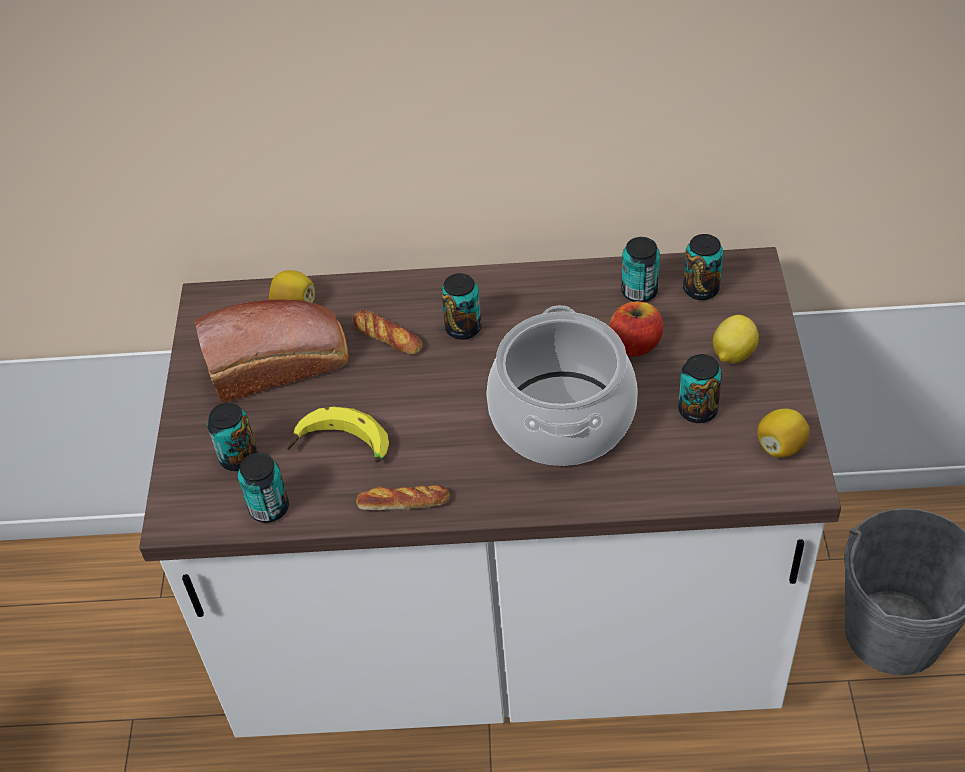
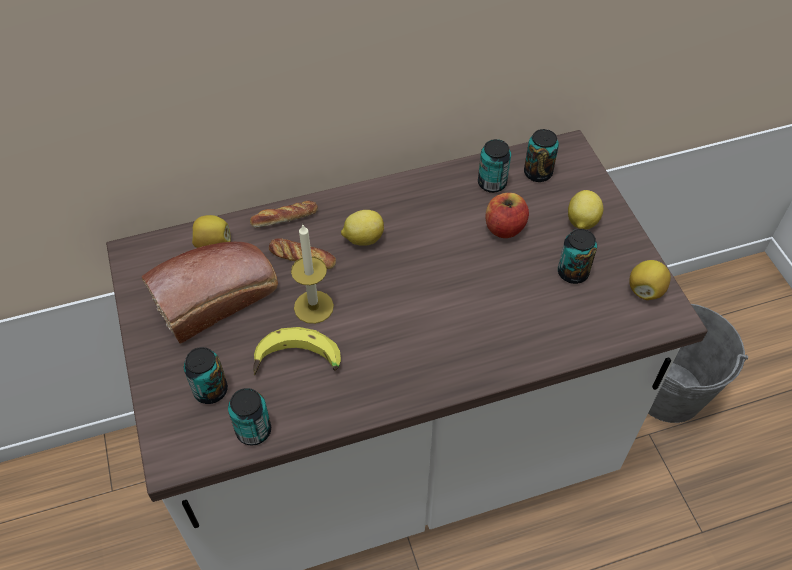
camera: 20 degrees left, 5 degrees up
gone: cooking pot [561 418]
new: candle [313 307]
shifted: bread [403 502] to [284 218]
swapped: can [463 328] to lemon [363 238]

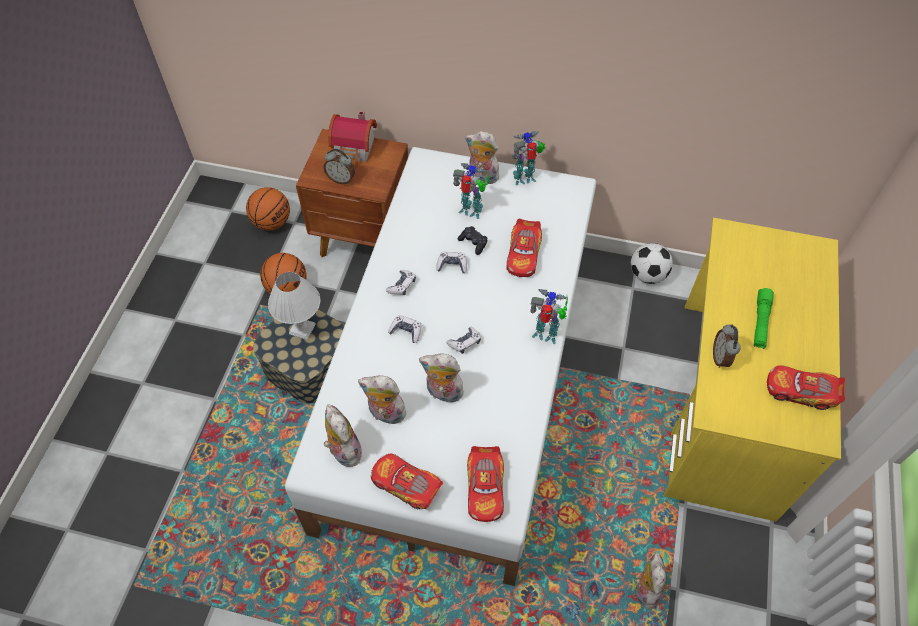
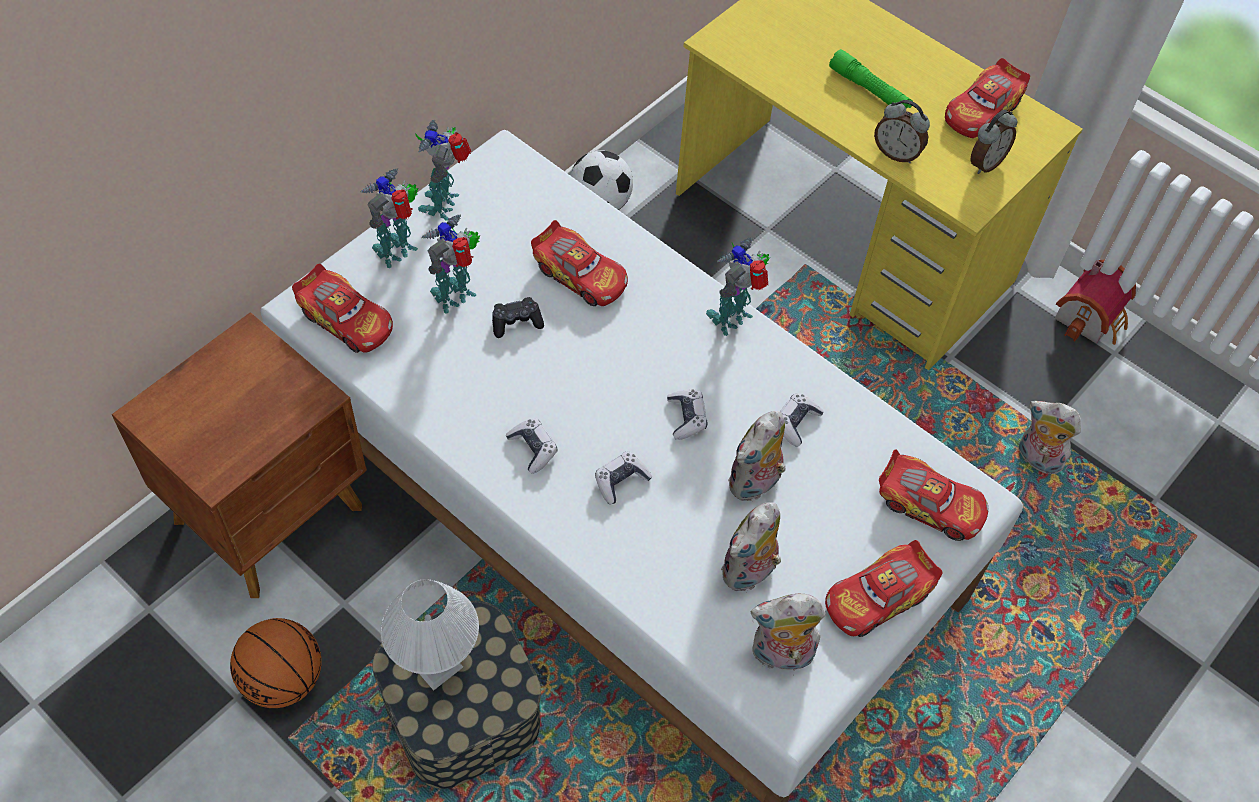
camera: 65 degrees left, 0 degrees up
gone: basketball [272 222]
new: toy car [346 319]
shifted: alarm clock [341 179] to [985 163]; toy house [355 150] to [1091 317]; game controller [452 265] to [796 423]
swapped: plush toy [482 176] to toy robot [398 251]

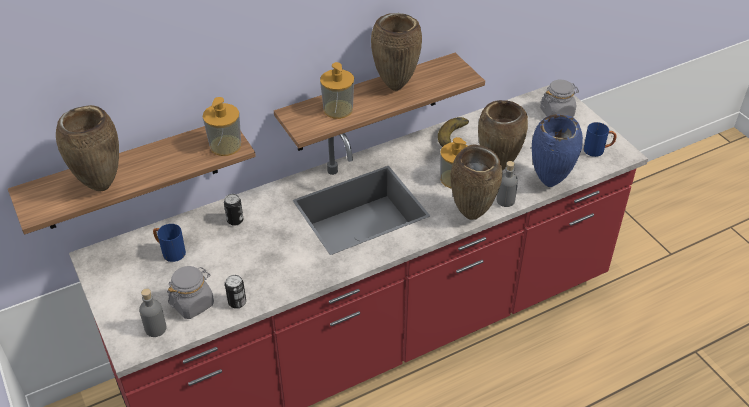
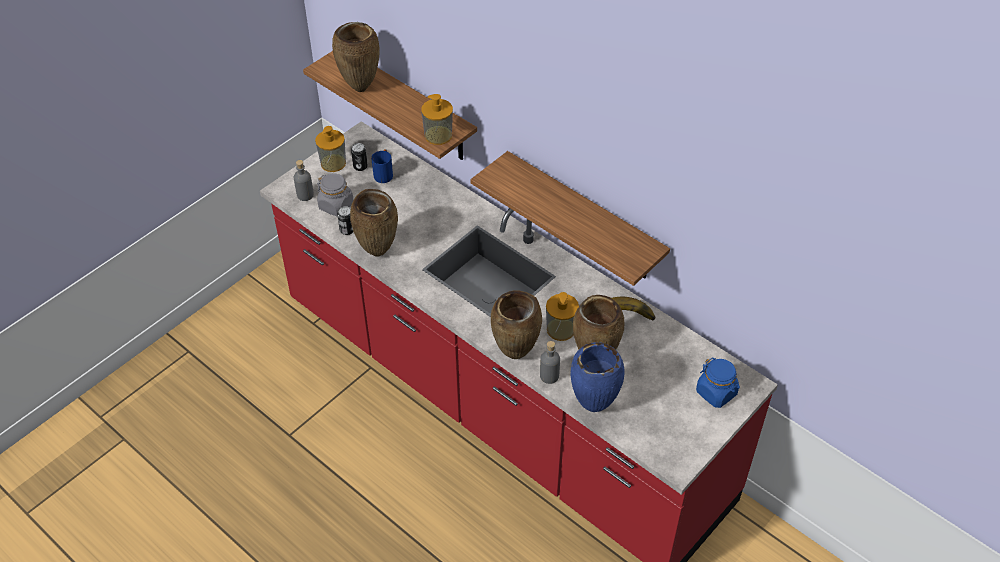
camera: 70 degrees right, 5 degrees up
gone: mug/blue [597 150]
shifted: can [235 220] to [360 167]; soap dispenser [338 109] to [333 163]; vase/brown [395 86] to [379 252]
repainted: jar/grey [557 113] to jar/blue [716 393]

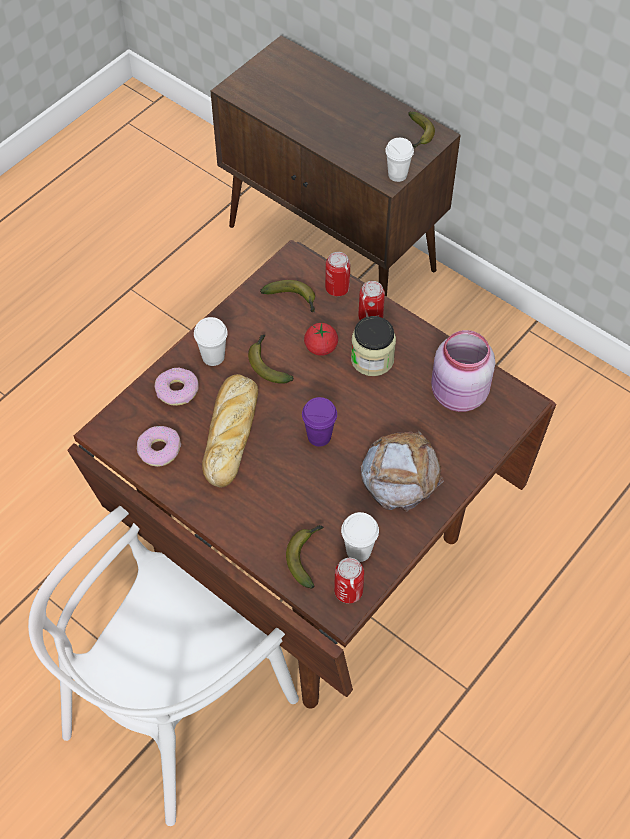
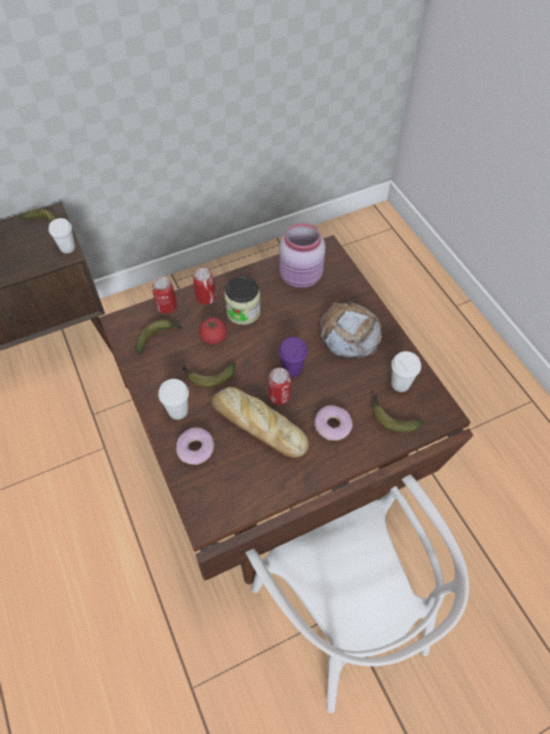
camera: 65 degrees left, 0 degrees up
shifted: donut [159 450] to [332 426]; can [348 591] to [279 397]

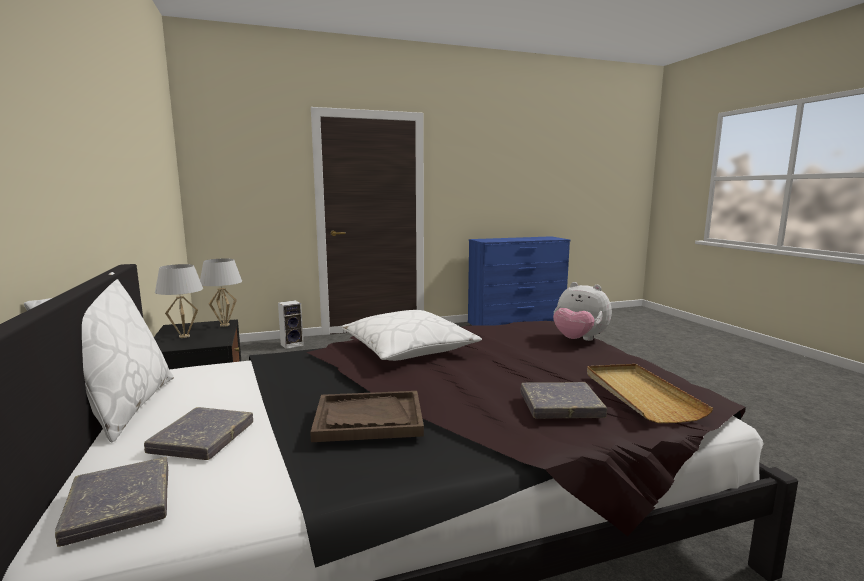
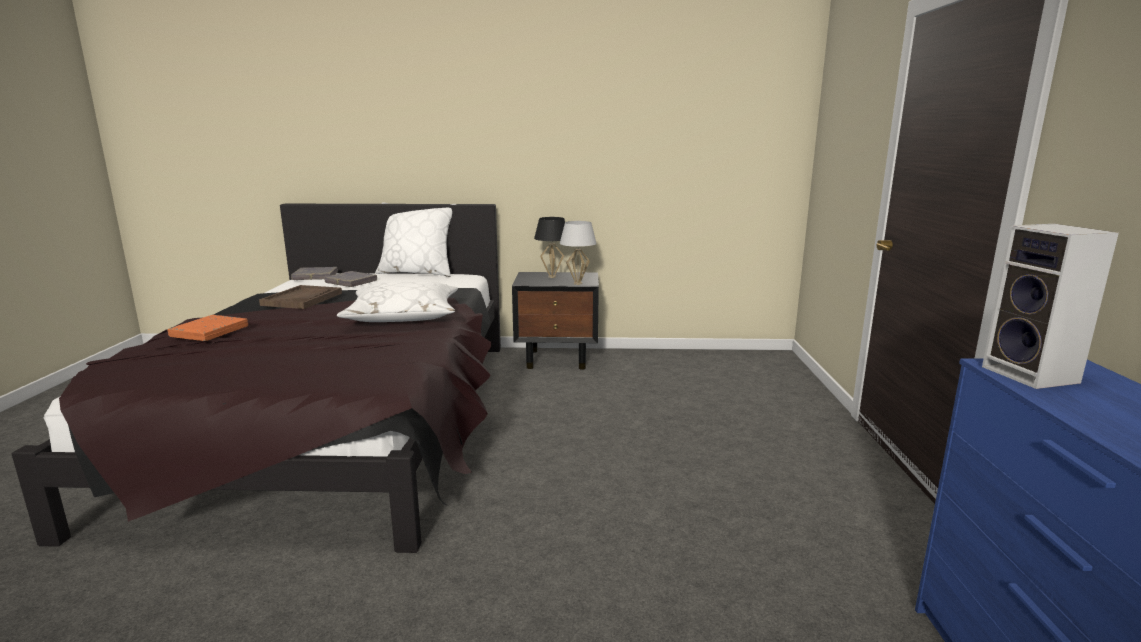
camera: 110 degrees right, 5 degrees up
gone: plush toy [579 340]; tray/beige [640 395]
shifted: speaker [292 344] to [1033 375]
repainted: table lamp/white [184 336] to table lamp/black [552 276]; book/grey [560 405] to book/orange [210 332]

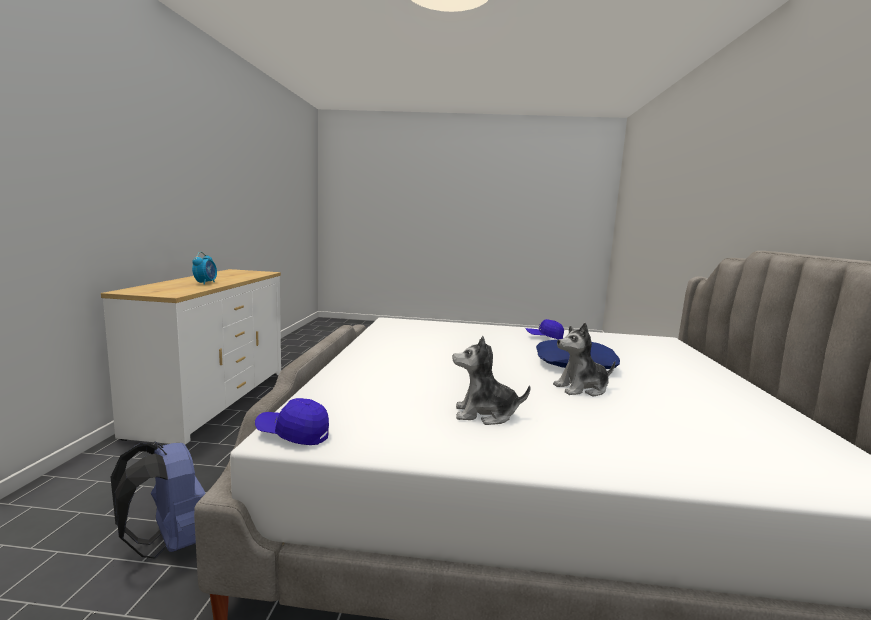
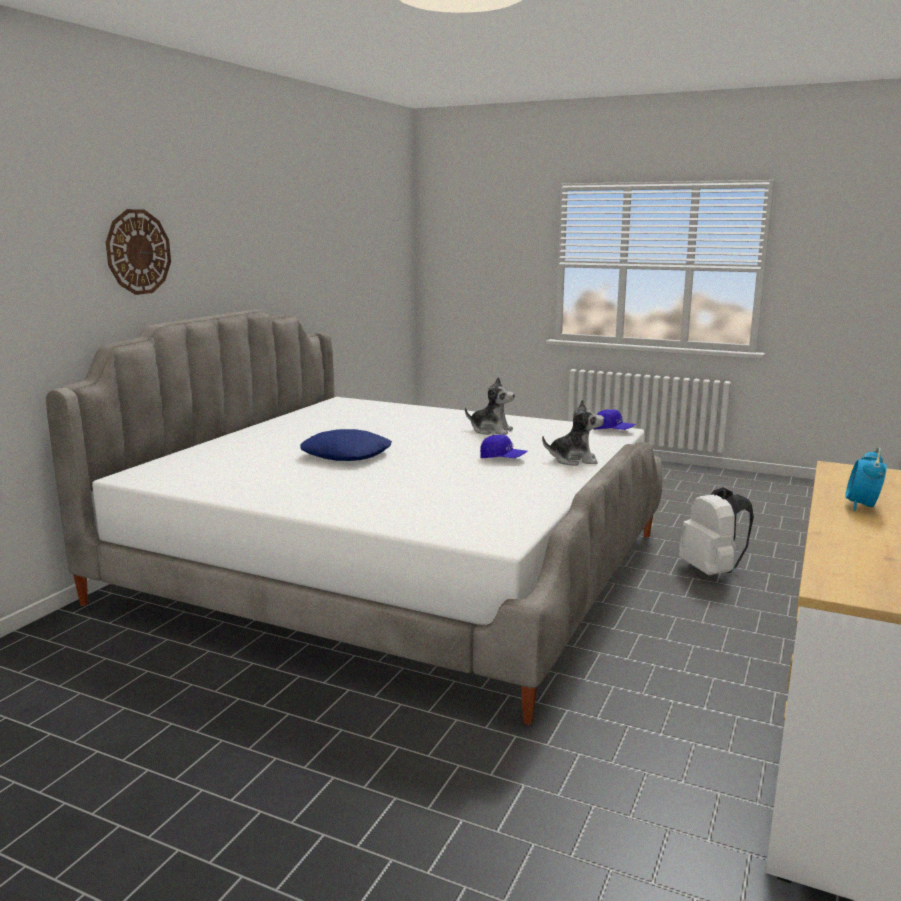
camera: 160 degrees left, 5 degrees up
new: wall clock [138 252]
shifted: cap/blue [544 338] to [503 459]; plush toy [582 389] to [573 460]
repainted: backpack/blue [170 544] to backpack/white [711 571]

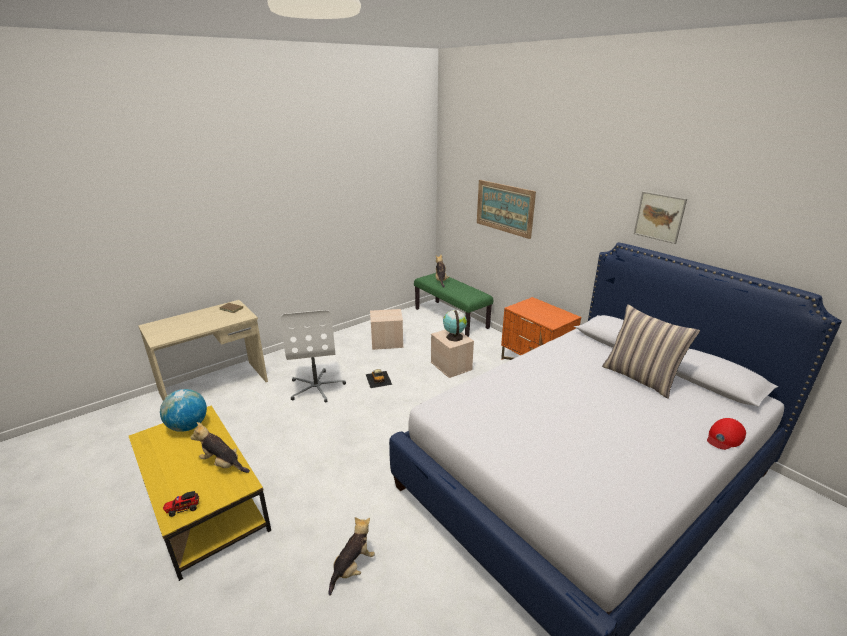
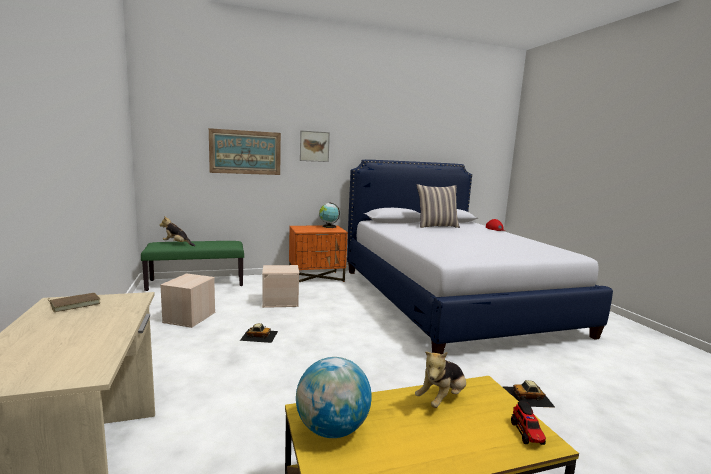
camera: 70 degrees left, 15 degrees down
gone: office chair/white [317 387]
shifted: globe [454 336] to [328 226]; picture [659 217] to [314 146]
swapped: plush toy [353 567] to toy car [528 396]

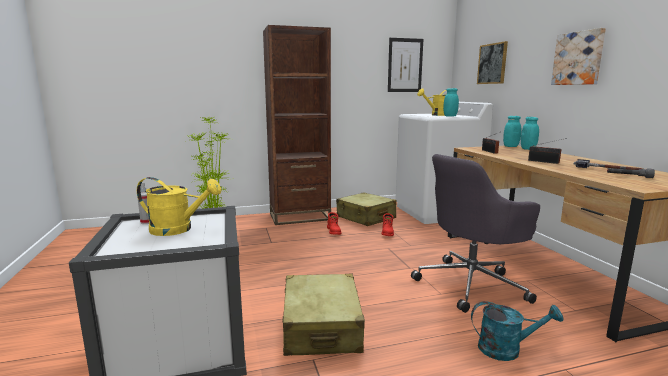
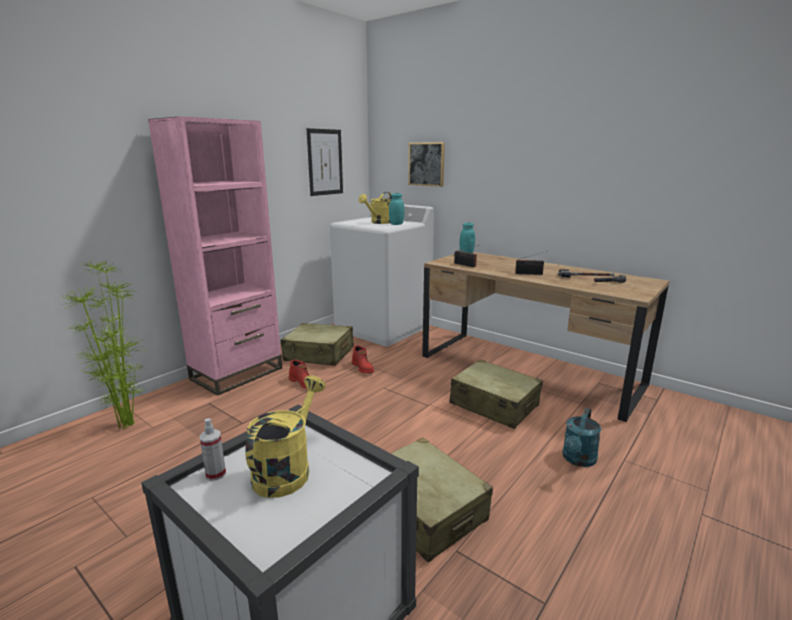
camera: 35 degrees left, 5 degrees up
gone: jar/turquoise [528 149]; picture [578 58]
swapped: office chair/grey [472 284] to suitcase/beige [494 405]
repainted: bookcase/brown [299 216] to bookcase/pink [237 373]
rotated: watering can/yellow [178 229] = [287 469] 45 degrees counterclockwise; watering can/turquoise [507 349] = [578 460] 150 degrees clockwise

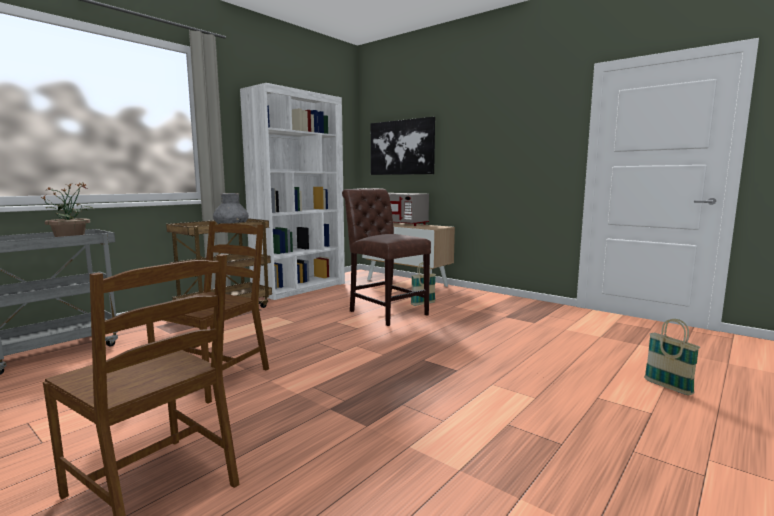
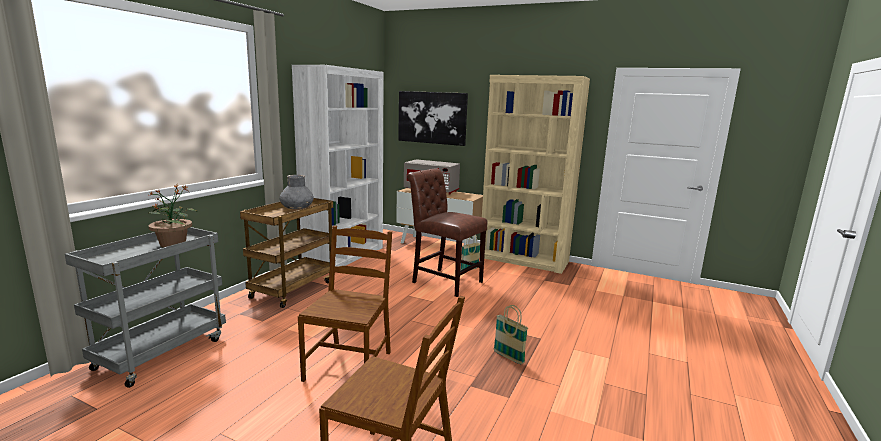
camera: 15 degrees left, 5 degrees up
new: bookcase/beige [524 260]
shifted: basket [668 387] to [508 357]

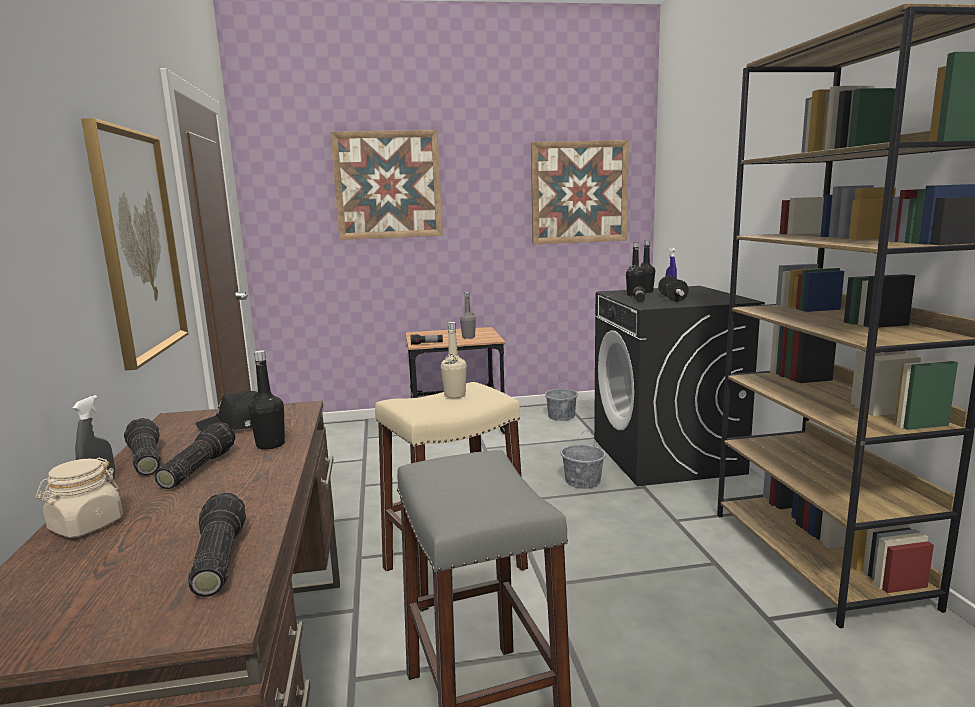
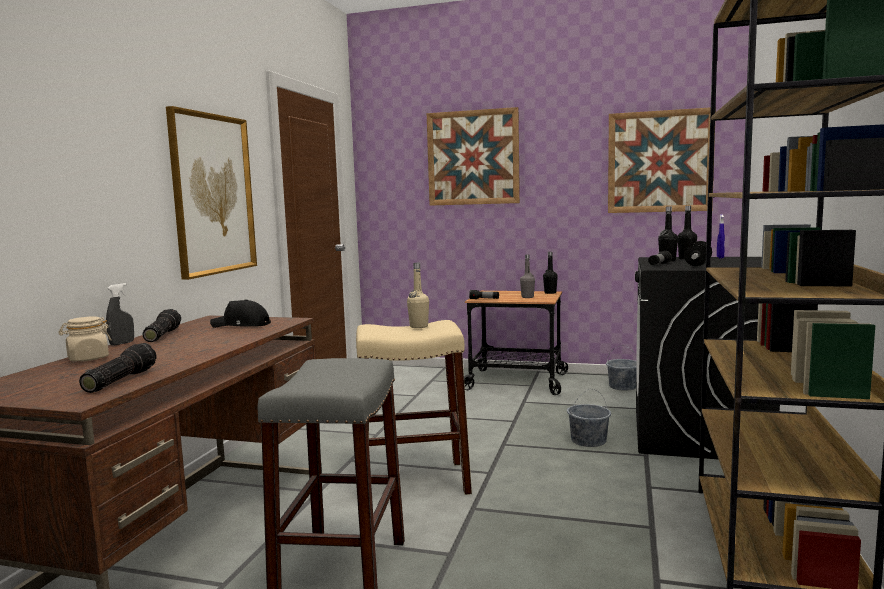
camera: 25 degrees right, 5 degrees down
gone: flashlight [196 468]
shifted: bottle/black [270 445] to [550 293]

